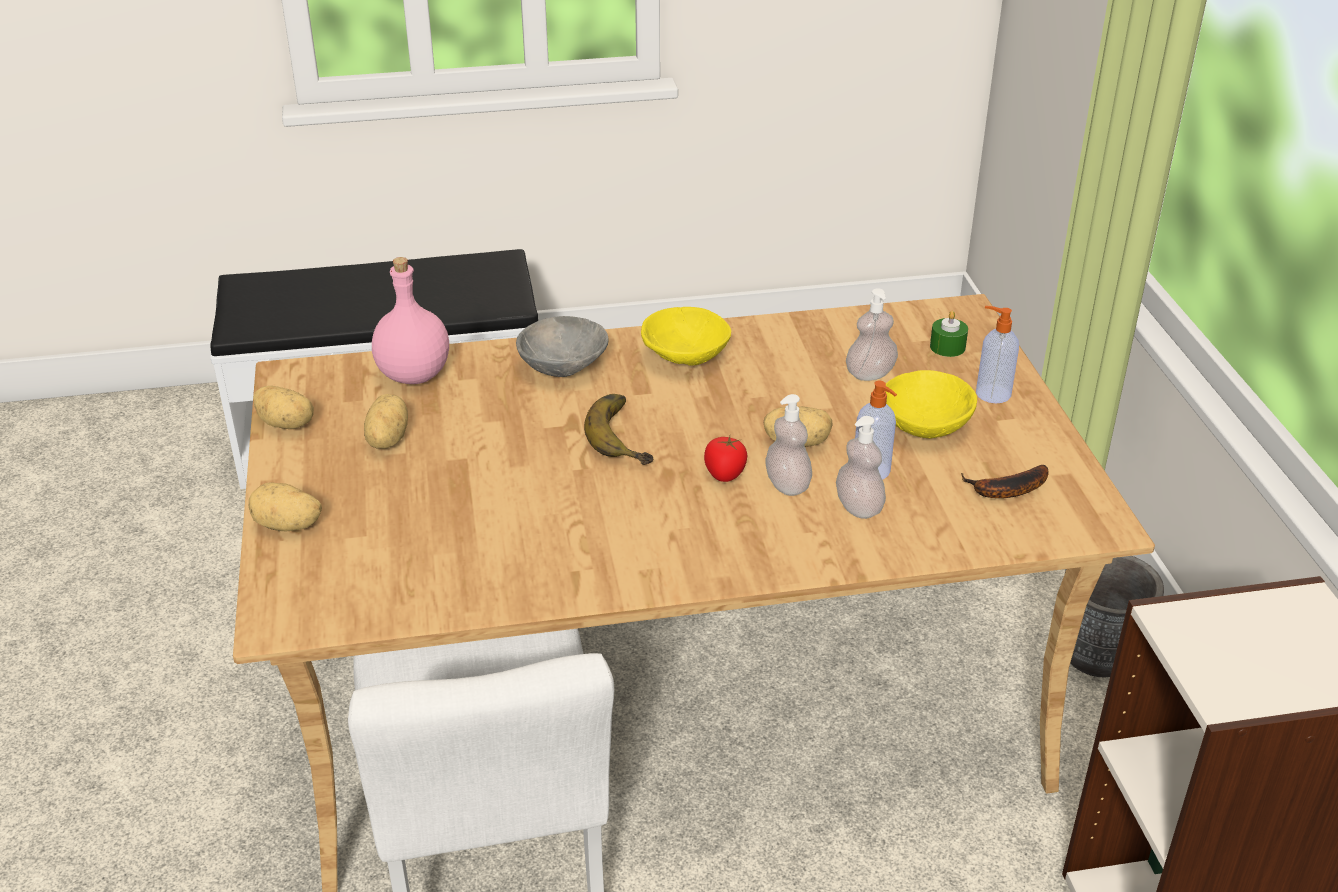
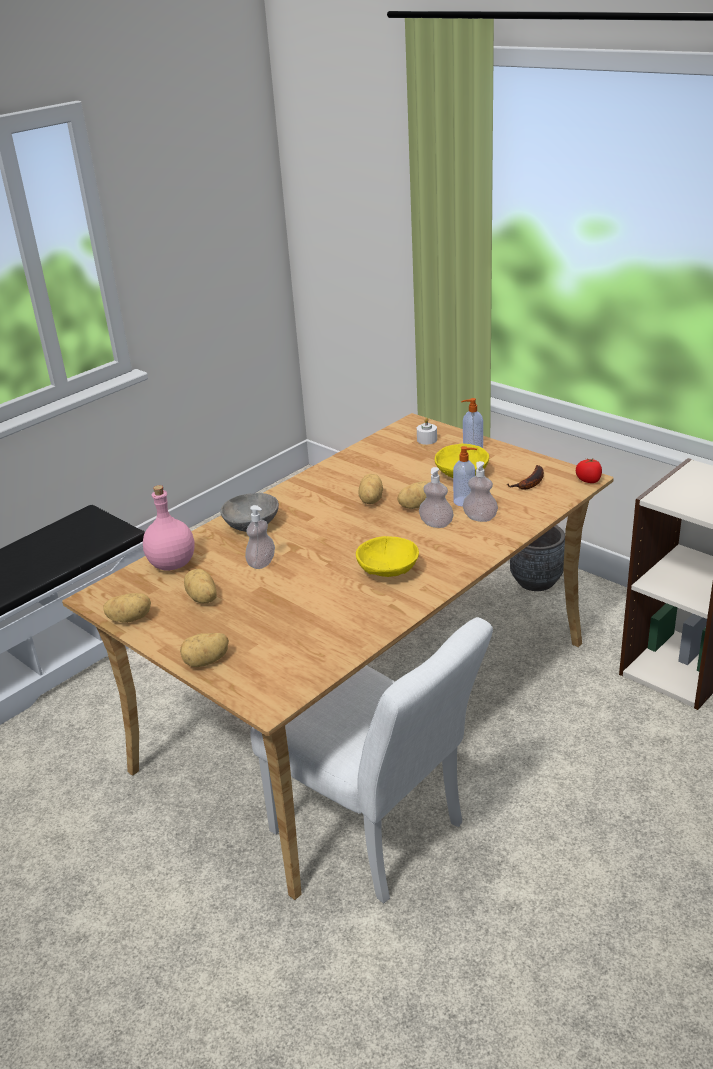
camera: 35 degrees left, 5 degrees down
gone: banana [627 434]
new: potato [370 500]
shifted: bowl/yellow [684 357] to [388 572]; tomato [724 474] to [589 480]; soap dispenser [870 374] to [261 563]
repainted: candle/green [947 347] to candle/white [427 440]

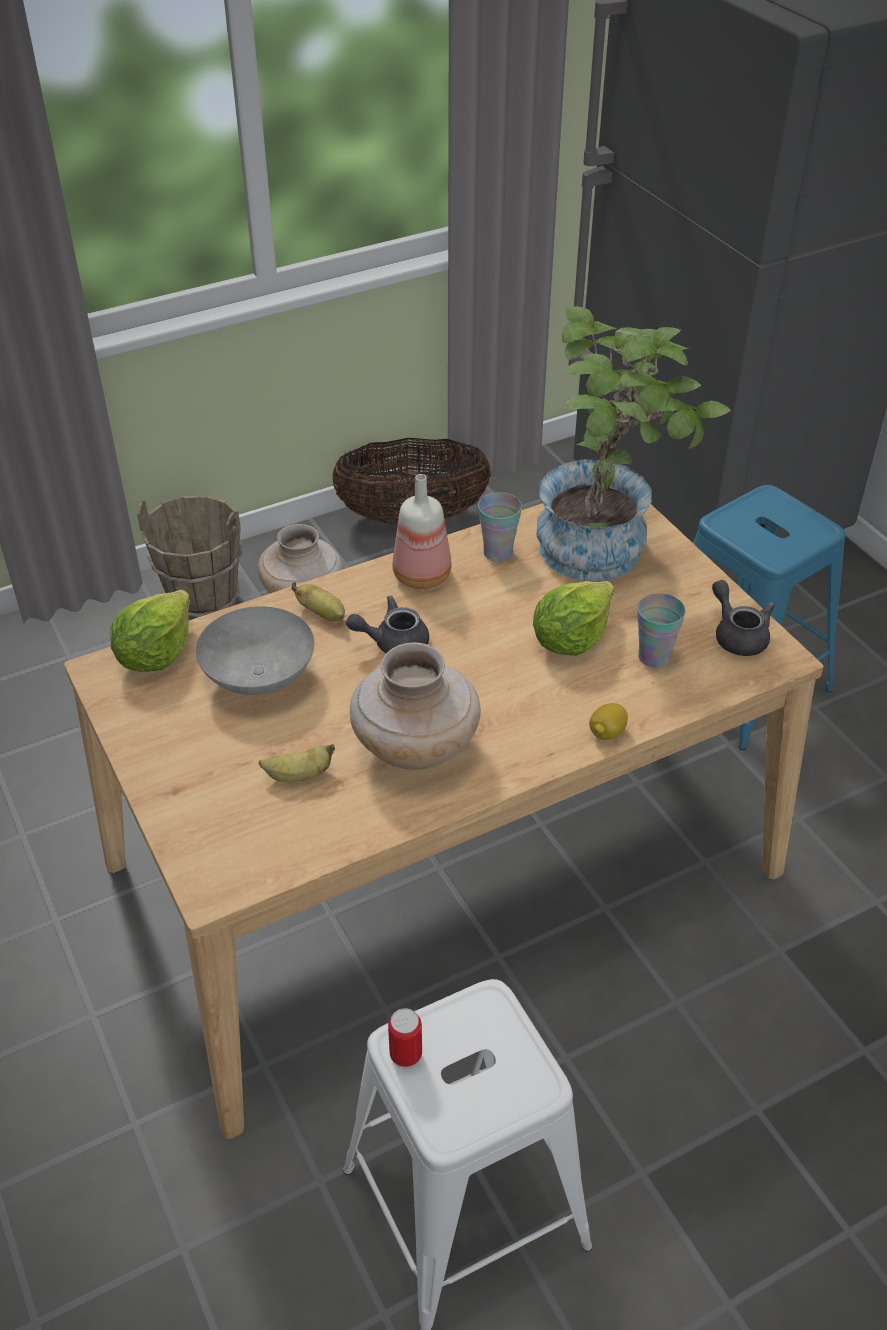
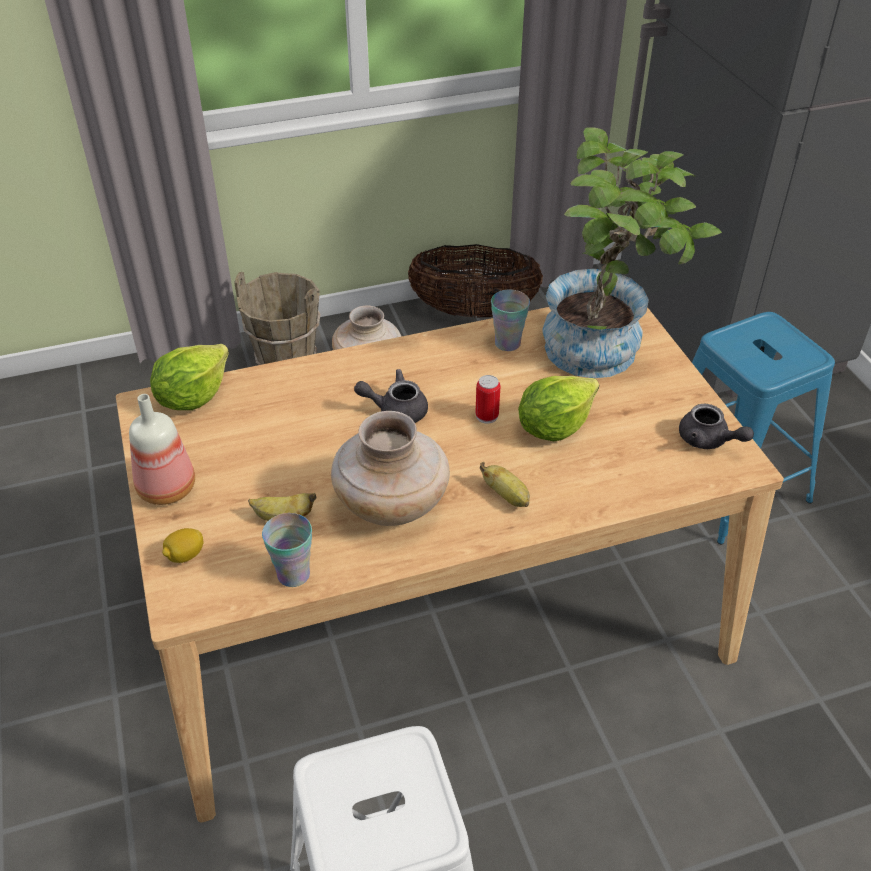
camera: 10 degrees right, 0 degrees up
gone: bowl/grey [257 676]
shifted: banana [323 614] to [507 496]; can [406 1054] to [487 416]; bottle [423 577] to [167 490]; lemon [607 733] to [185 555]; cup [654 657] to [293 574]
rotated: teapot/grey [737 635] = [708 441] 150 degrees clockwise

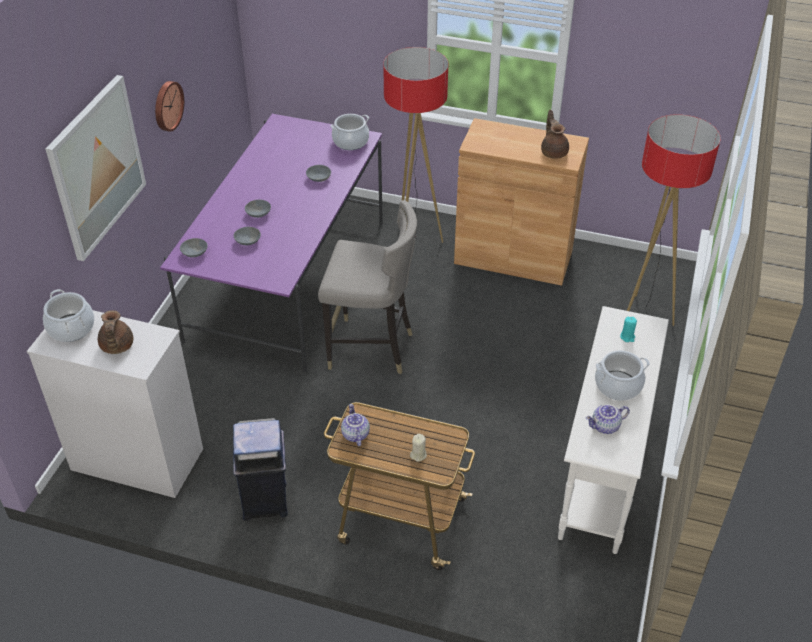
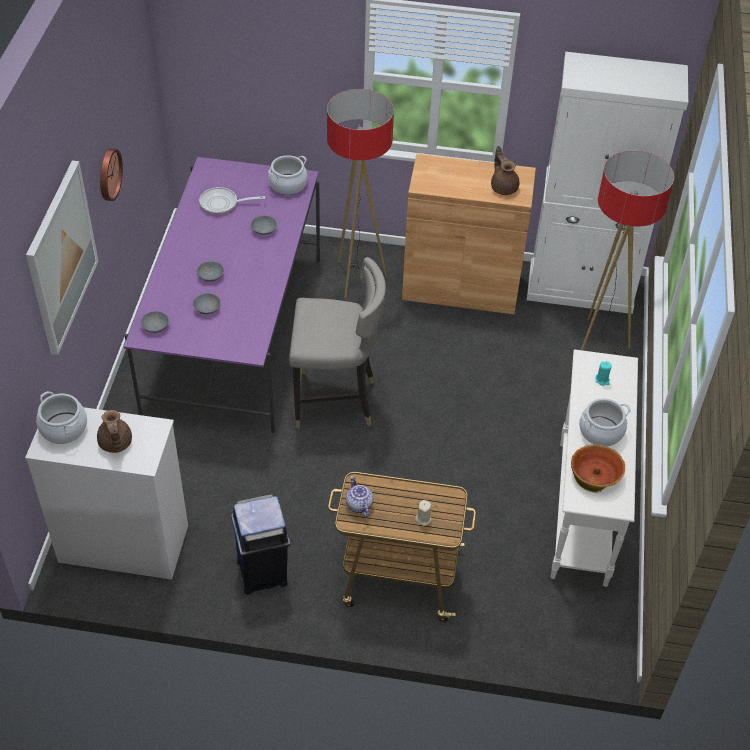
camera: 10 degrees left, 5 degrees up
new: frying pan [222 204]; cabinet/white [581 288]
swapped: teapot [605 427] to bowl [595 474]

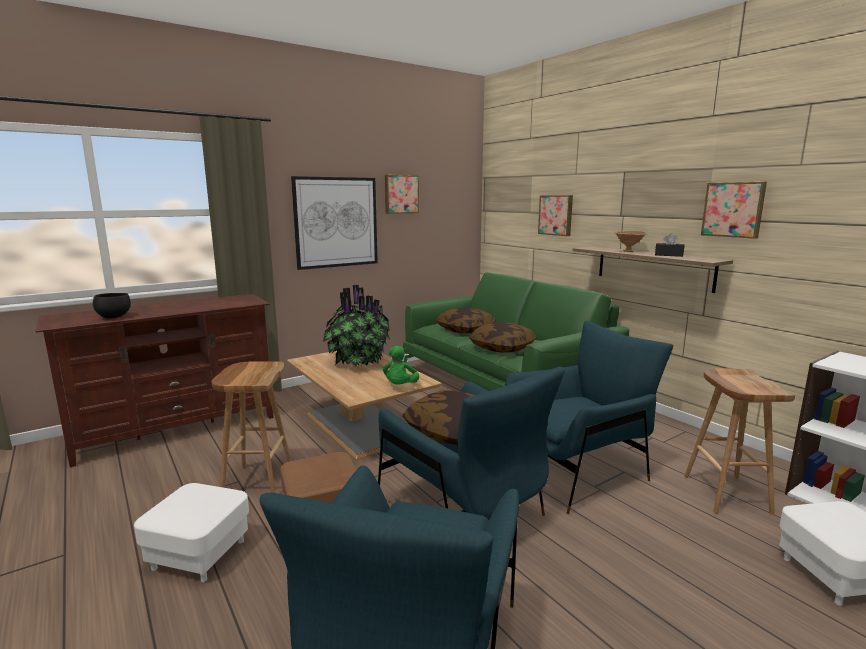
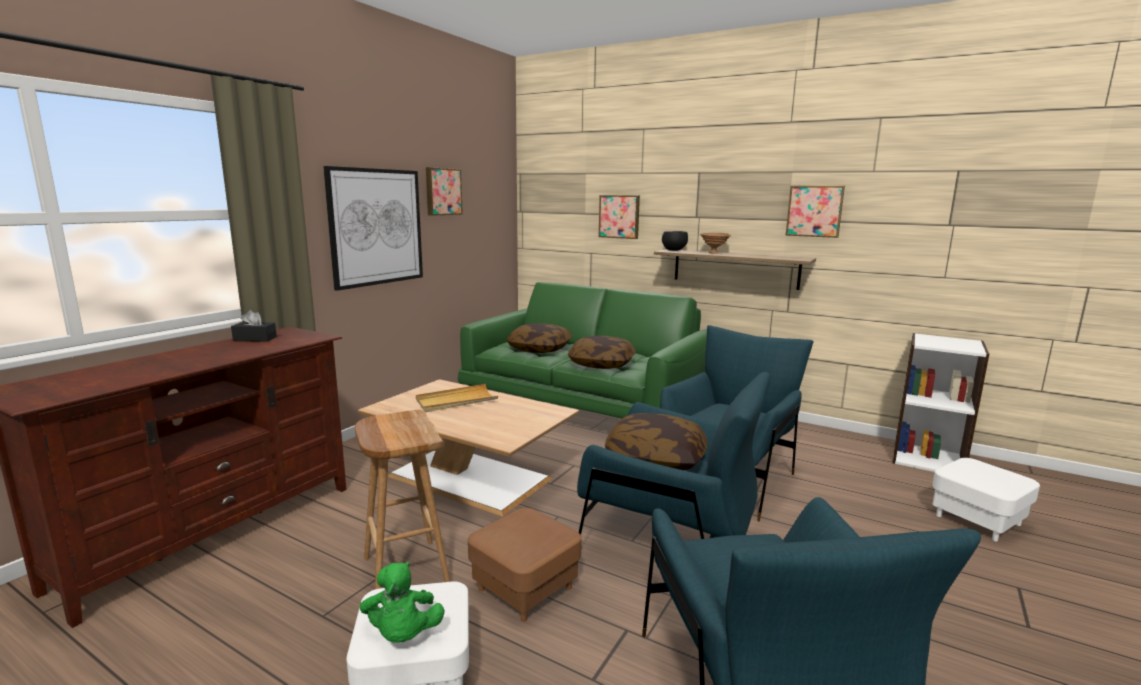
camera: 25 degrees left, 0 degrees up
gone: stool/brown [724 493]
shifted: bowl/black [114 317] to [673 250]; plush toy/green [400 386] to [403 635]; tissue box/black [669 255] to [255 339]
swapped: potted plant [357 363] to tray/beige [456 401]

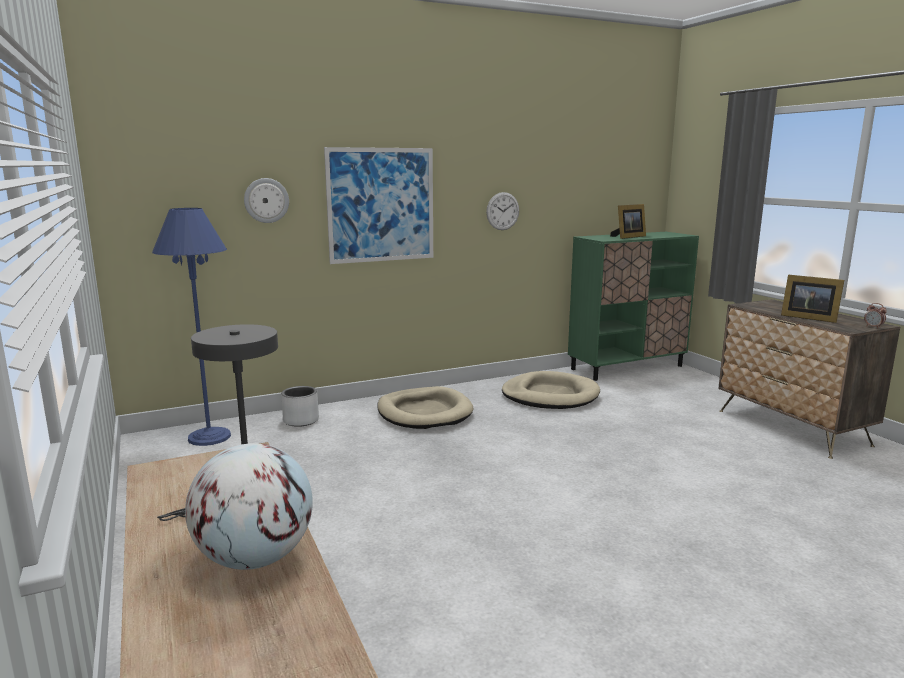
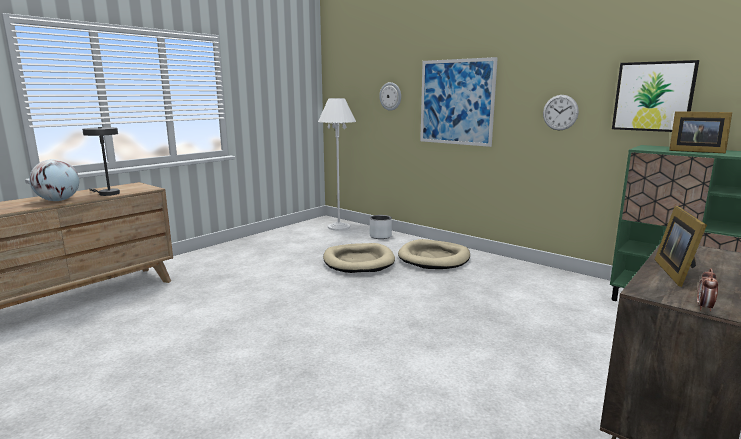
camera: 65 degrees right, 0 degrees up
new: picture [653 96]
shifted: dog bed/beige [550 395] to [358 261]
repainted: floor lamp/blue [209 437] to floor lamp/white [338 227]

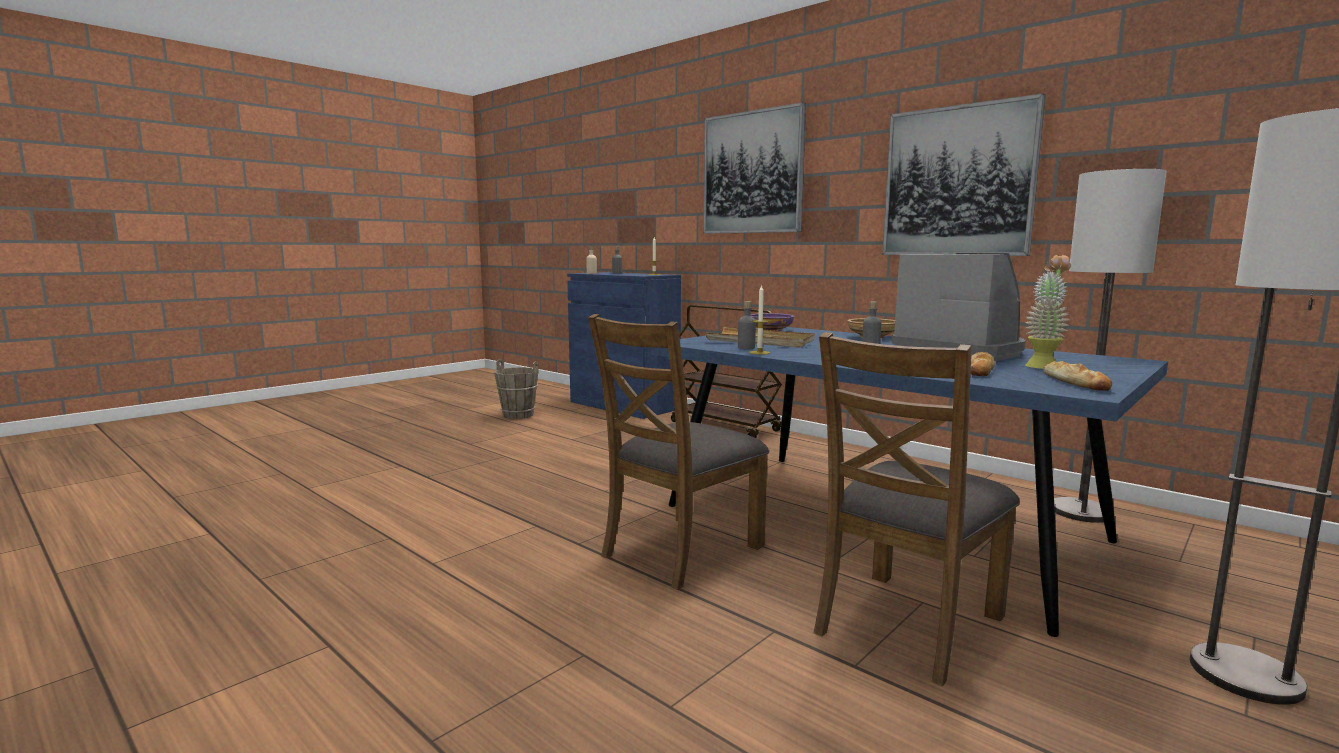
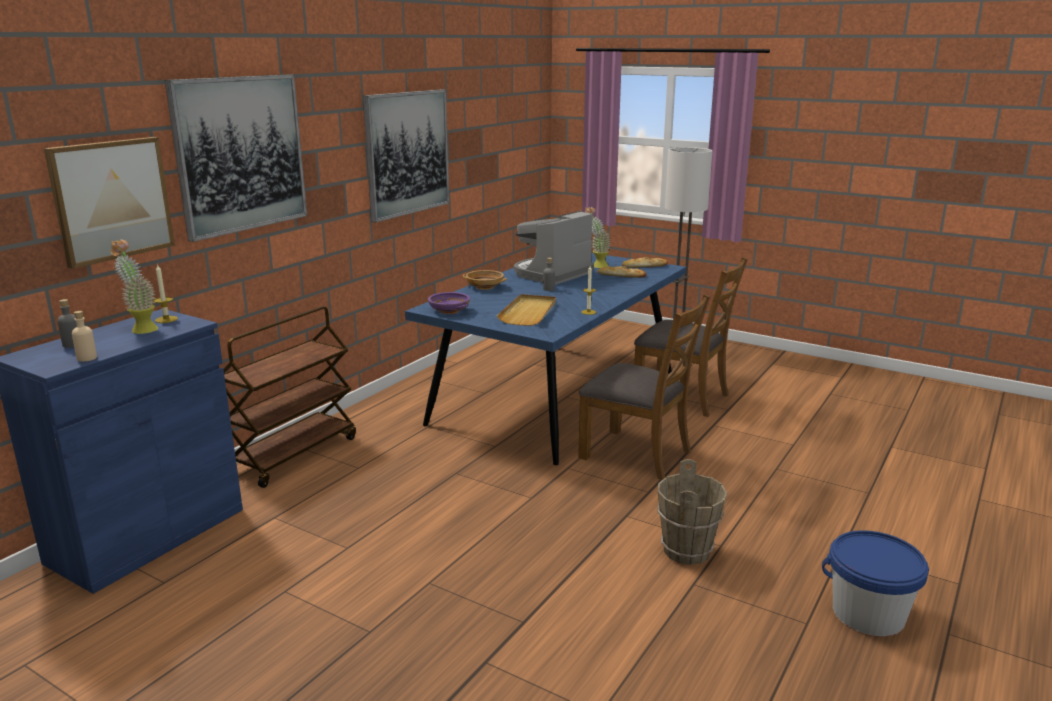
camera: 100 degrees left, 10 degrees up
gone: bottle/grey [746 347]; floor lamp [1081 512]
new: picture [111 200]; potted plant [140 329]; bucket/blue [868 613]
shifted: bucket/brown [518 415] to [687 551]

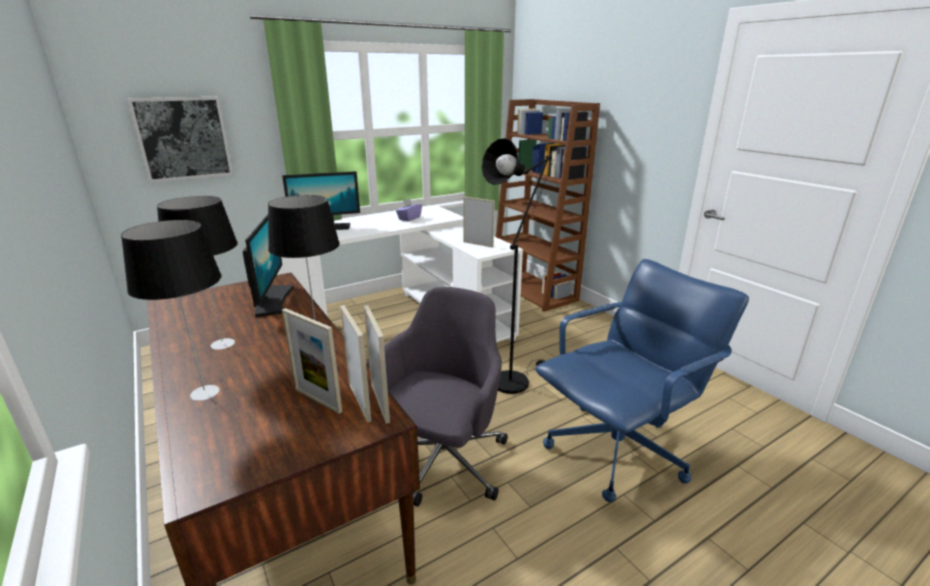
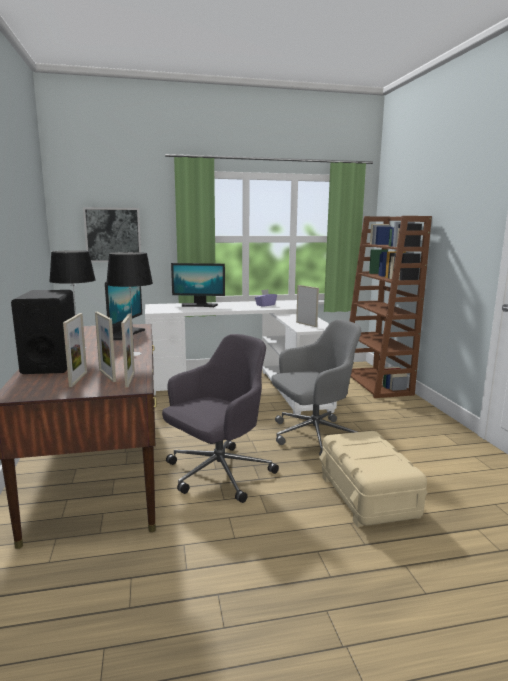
camera: 20 degrees right, 10 degrees down
shifted: picture frame [380 402] to [78 379]
swapped: table lamp [206 392] to speaker/black [50 364]; floor lamp/black [514 379] to office chair/grey [313 436]; office chair/blue [618 450] to storage box/beige [368 496]

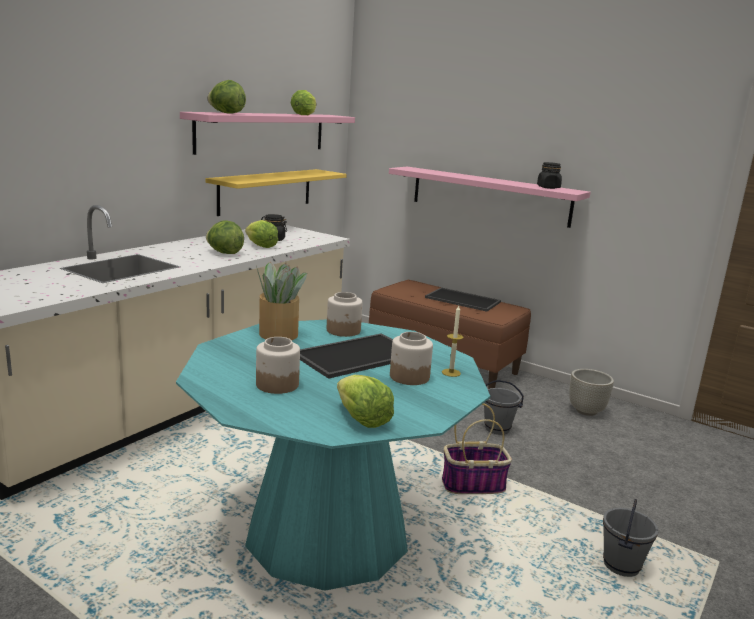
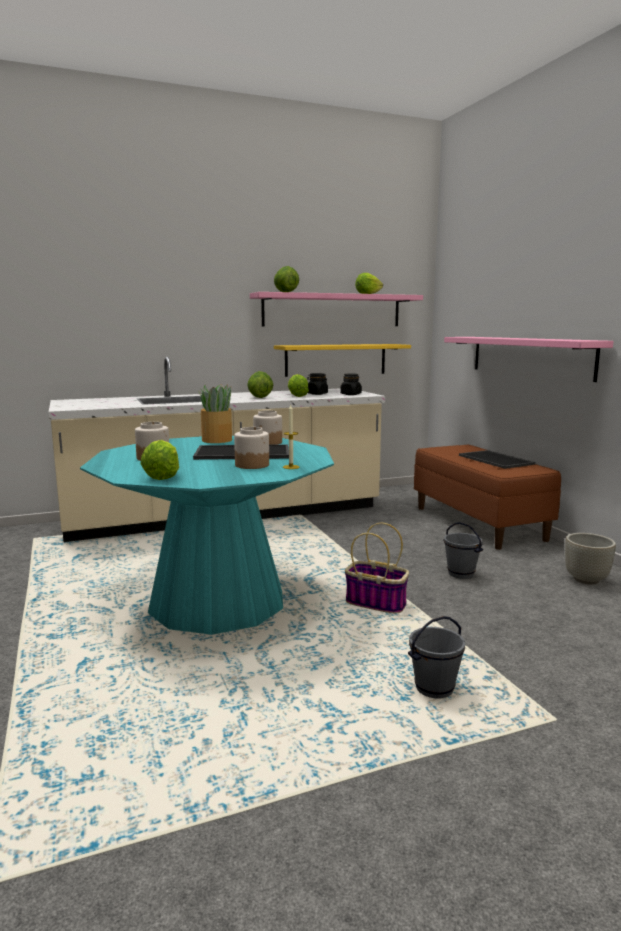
camera: 35 degrees right, 5 degrees down
shifted: jar/black [548 187] to [350 394]

